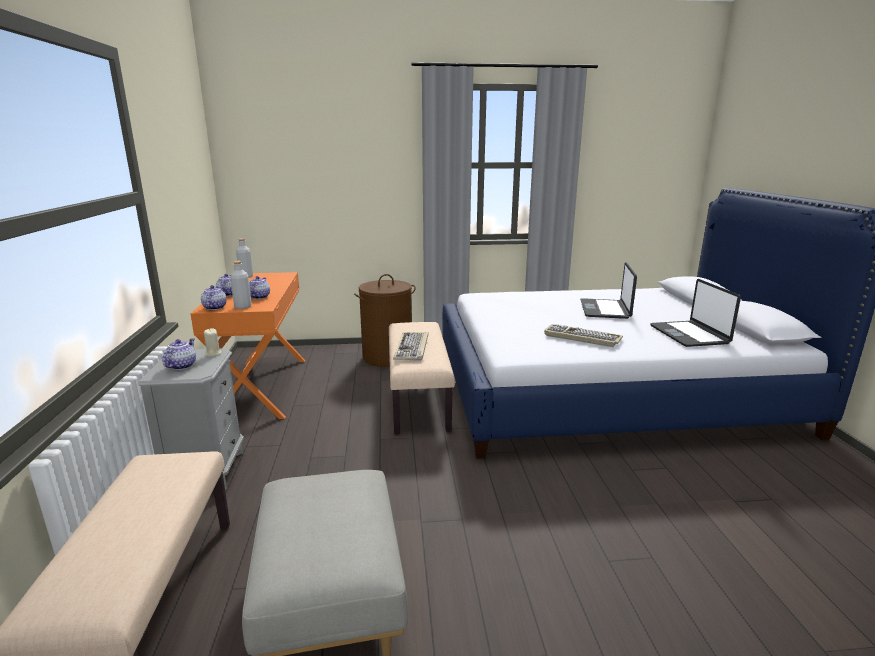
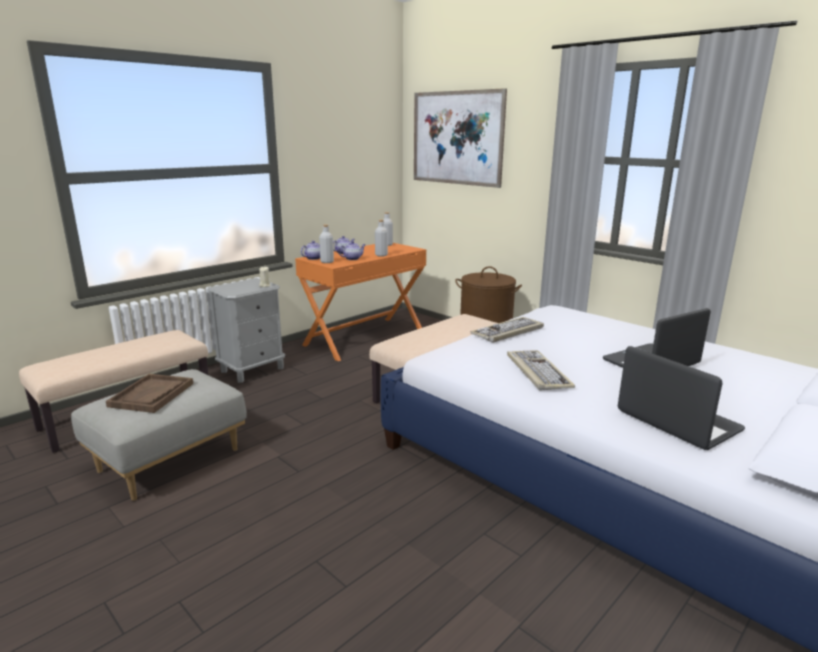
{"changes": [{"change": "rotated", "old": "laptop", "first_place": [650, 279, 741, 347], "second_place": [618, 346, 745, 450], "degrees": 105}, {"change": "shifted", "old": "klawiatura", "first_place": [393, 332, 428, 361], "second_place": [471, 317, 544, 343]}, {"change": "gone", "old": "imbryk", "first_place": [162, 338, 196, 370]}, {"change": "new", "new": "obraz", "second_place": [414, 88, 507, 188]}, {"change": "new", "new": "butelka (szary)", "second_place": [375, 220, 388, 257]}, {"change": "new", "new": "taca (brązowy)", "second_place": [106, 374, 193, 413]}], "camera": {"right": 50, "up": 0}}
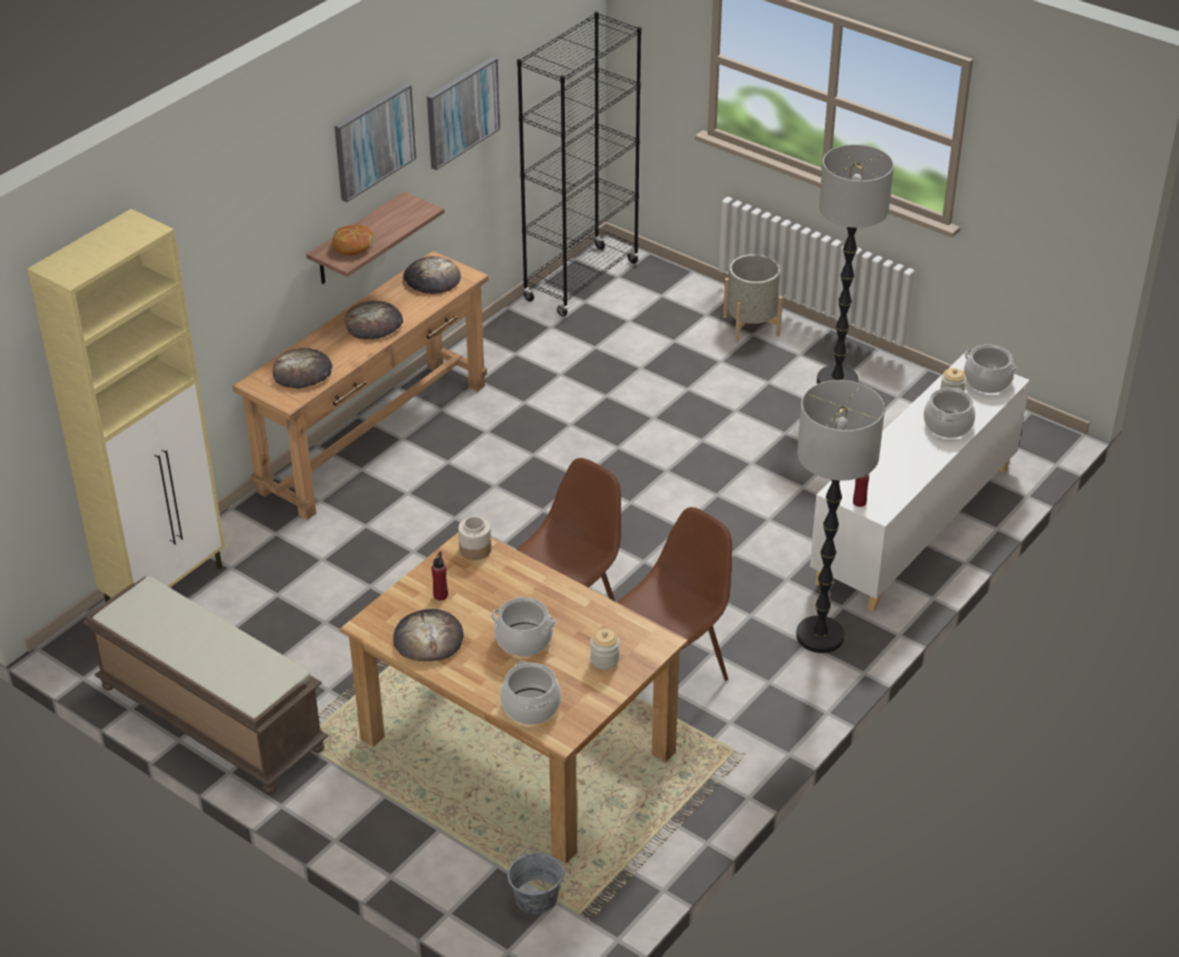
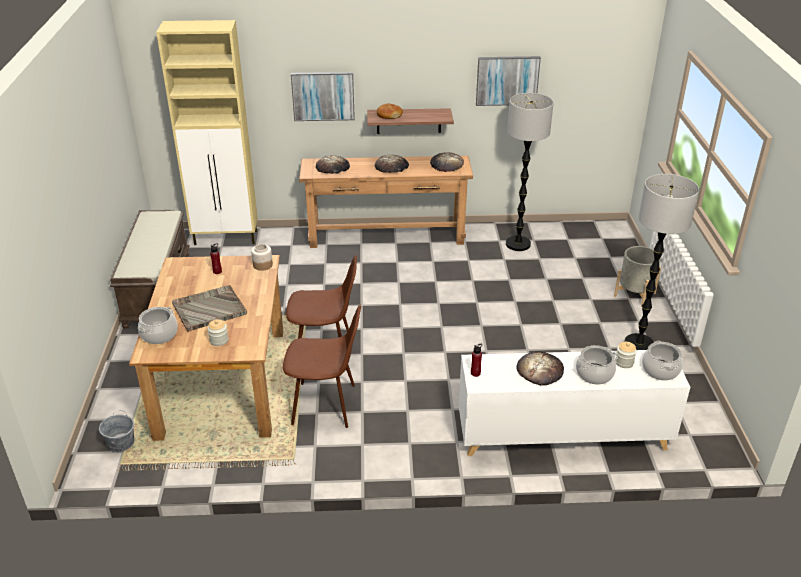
{"changes": [{"change": "gone", "old": "regał (czarny)", "first_place": [517, 12, 641, 316]}, {"change": "shifted", "old": "obraz", "first_place": [334, 83, 416, 202], "second_place": [291, 72, 355, 121]}, {"change": "shifted", "old": "lampa stojąca", "first_place": [796, 380, 885, 653], "second_place": [506, 93, 554, 251]}, {"change": "swapped", "old": "garnek", "new": "taca (szary)", "first_place": [491, 597, 556, 657], "second_place": [172, 285, 247, 332]}, {"change": "shifted", "old": "chleb", "first_place": [393, 609, 464, 661], "second_place": [516, 351, 564, 385]}], "camera": {"right": 50, "up": -5}}
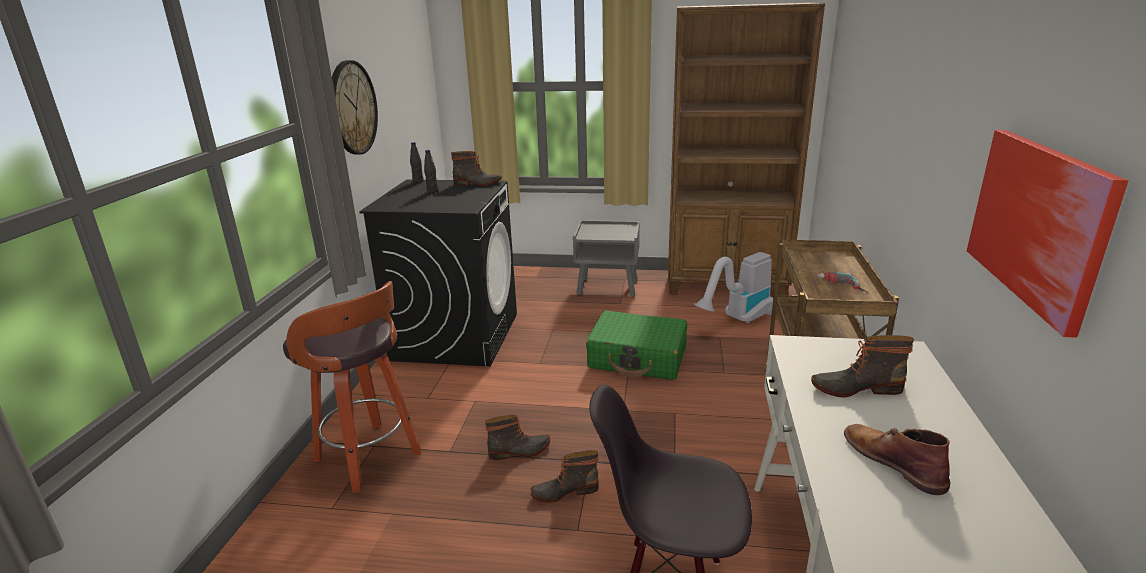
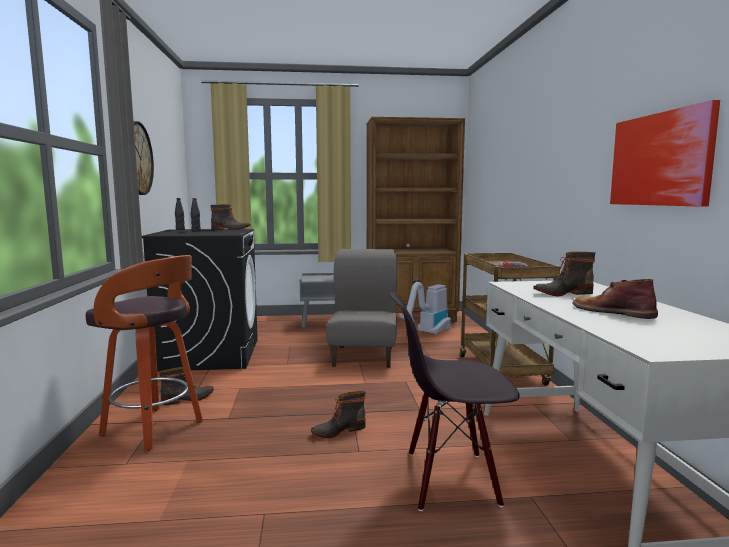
{"changes": [{"change": "swapped", "old": "walizka (zielony)", "new": "krzesło (szary)", "first_place": [586, 311, 687, 380], "second_place": [326, 249, 397, 368]}, {"change": "shifted", "old": "but z cholewką", "first_place": [485, 414, 550, 460], "second_place": [159, 367, 214, 405]}], "camera": {"right": -15, "up": -15}}
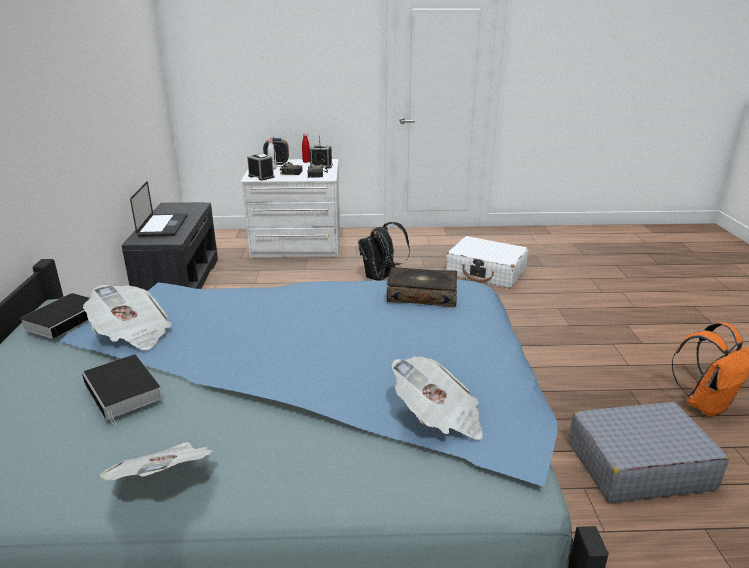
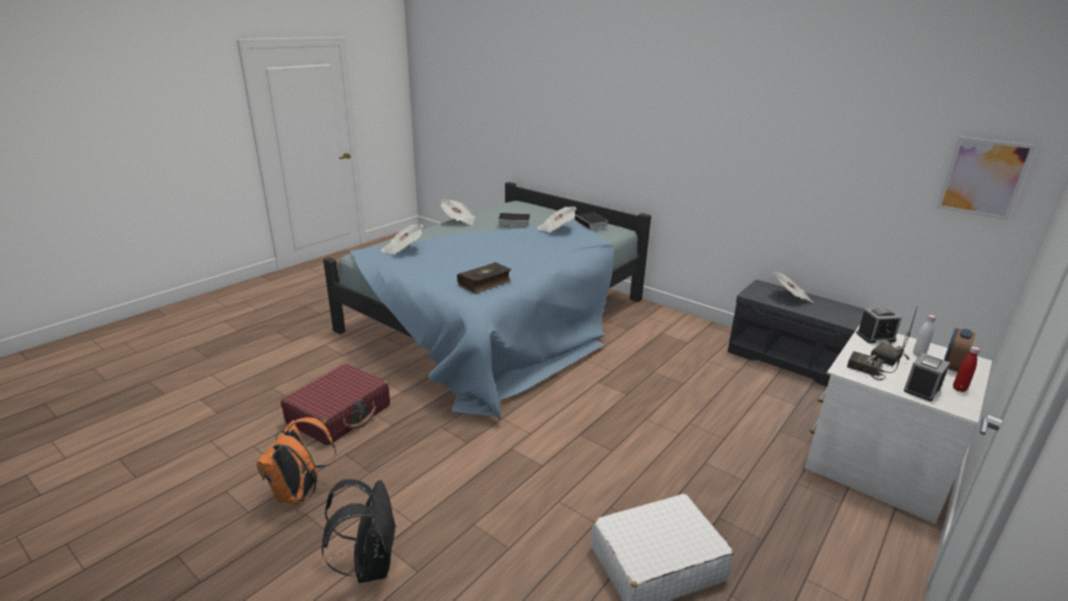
{"changes": [{"change": "swapped", "old": "laptop", "new": "gazeta", "first_place": [130, 181, 187, 237], "second_place": [772, 272, 814, 303]}, {"change": "shifted", "old": "plecak (czarny)", "first_place": [358, 222, 410, 281], "second_place": [321, 479, 395, 583]}, {"change": "repainted", "old": "walizka (szary)", "new": "walizka (czerwony)", "first_place": [568, 402, 729, 503], "second_place": [281, 364, 390, 445]}, {"change": "new", "new": "obraz", "second_place": [937, 136, 1036, 220]}], "camera": {"right": 130, "up": 0}}
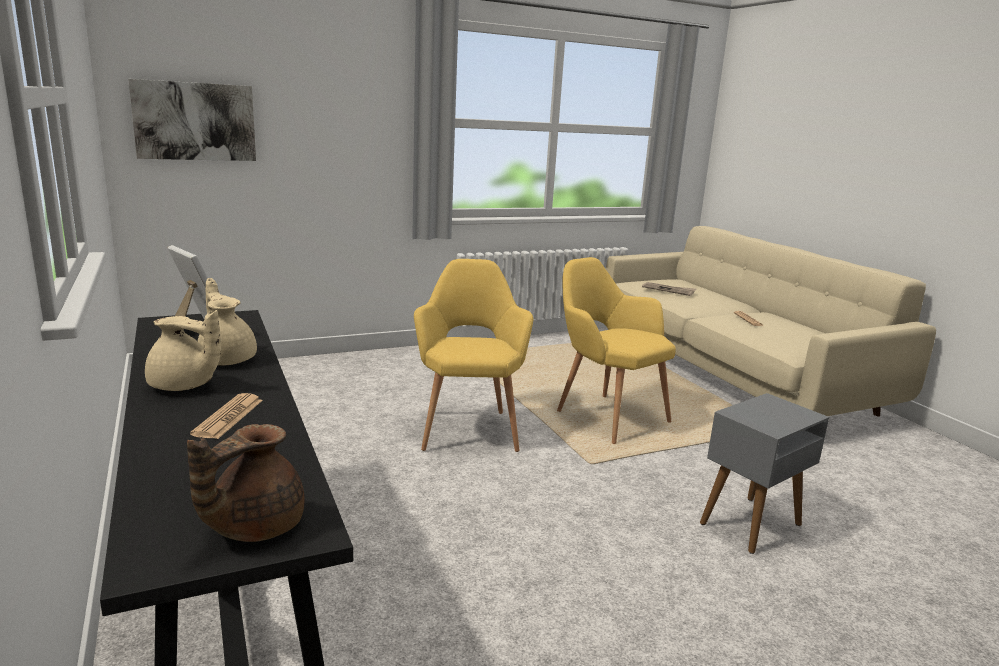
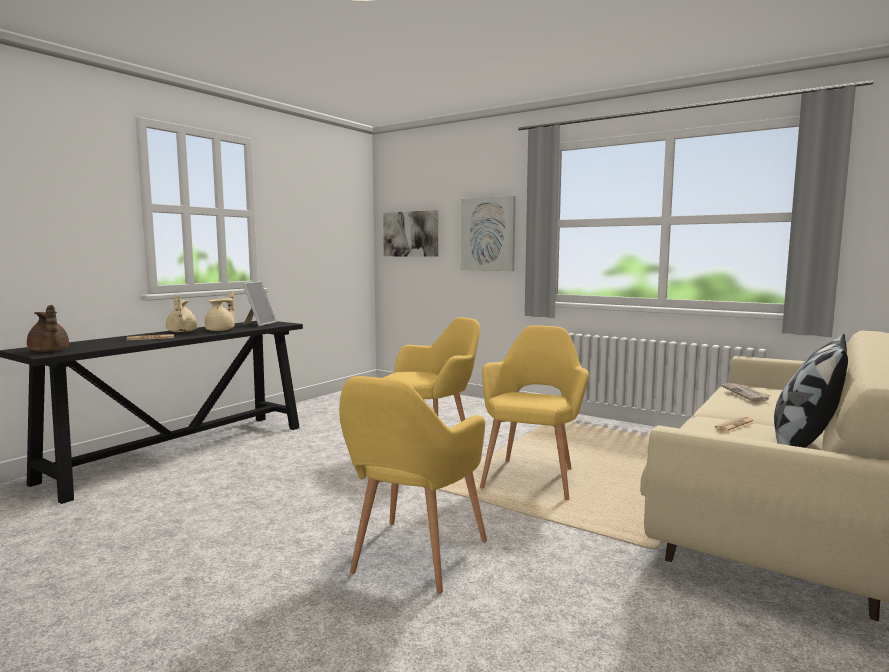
{"changes": [{"change": "swapped", "old": "stolik (szary)", "new": "fotel (żółty)", "first_place": [700, 393, 829, 554], "second_place": [339, 376, 487, 594]}, {"change": "rotated", "old": "imbryk (brązowy)", "first_place": [187, 424, 305, 542], "second_place": [27, 305, 69, 352], "degrees": -135}, {"change": "new", "new": "obraz", "second_place": [461, 196, 515, 271]}, {"change": "new", "new": "poduszka", "second_place": [774, 334, 848, 448]}], "camera": {"right": 60, "up": -10}}
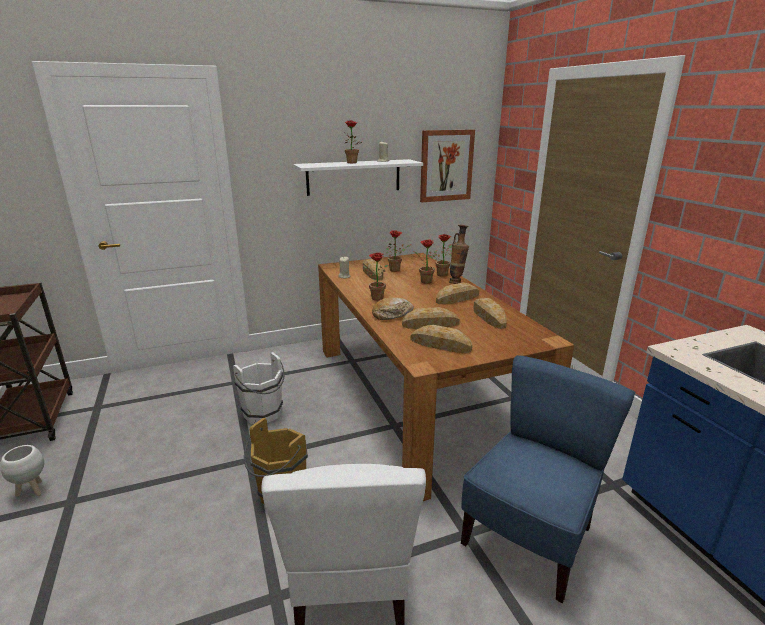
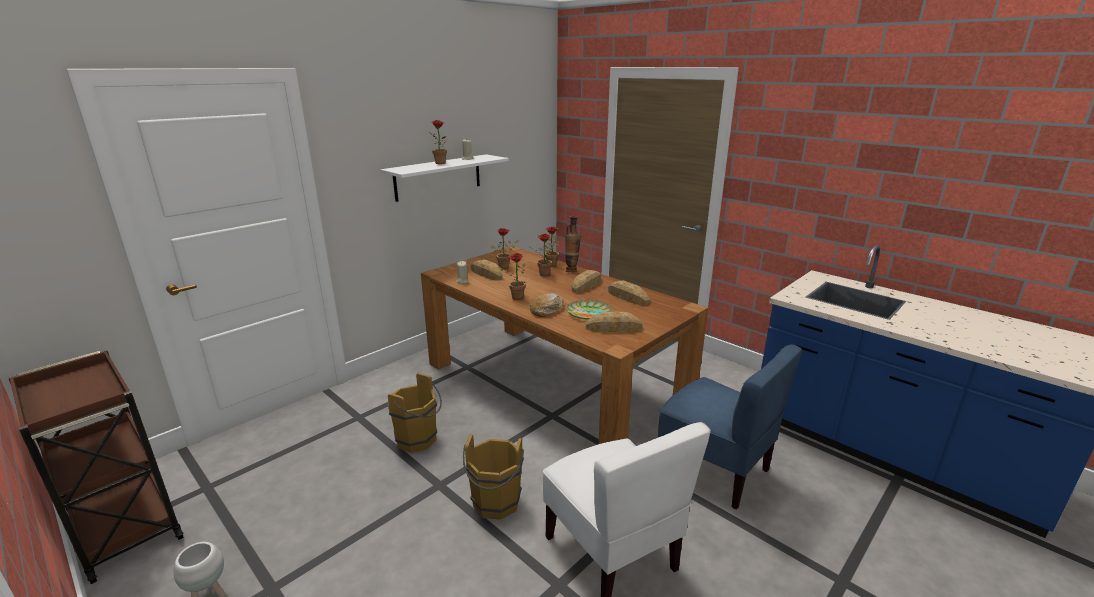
{"changes": [{"change": "gone", "old": "obraz", "first_place": [420, 130, 475, 202]}, {"change": "swapped", "old": "chleb", "new": "talerz", "first_place": [402, 307, 460, 329], "second_place": [566, 300, 611, 320]}, {"change": "repainted", "old": "wiadro (biały)", "new": "wiadro (brązowy)", "first_place": [233, 352, 285, 424], "second_place": [388, 373, 442, 453]}, {"change": "rotated", "old": "krzesło (niebieski)", "first_place": [461, 355, 635, 603], "second_place": [658, 344, 802, 510], "degrees": 120}], "camera": {"right": -25, "up": 0}}
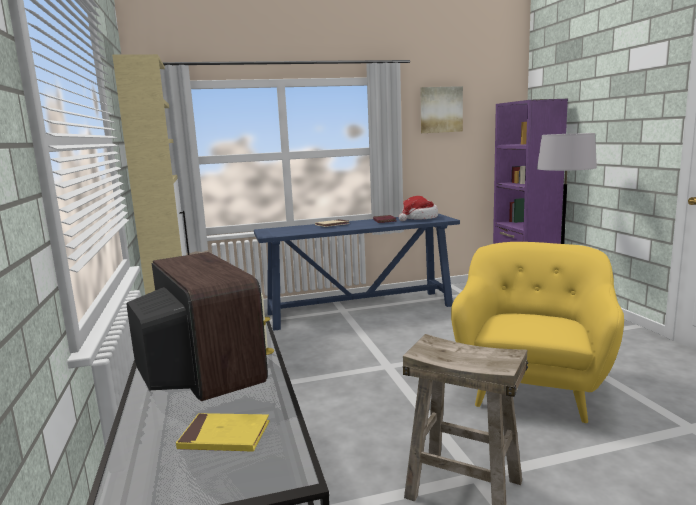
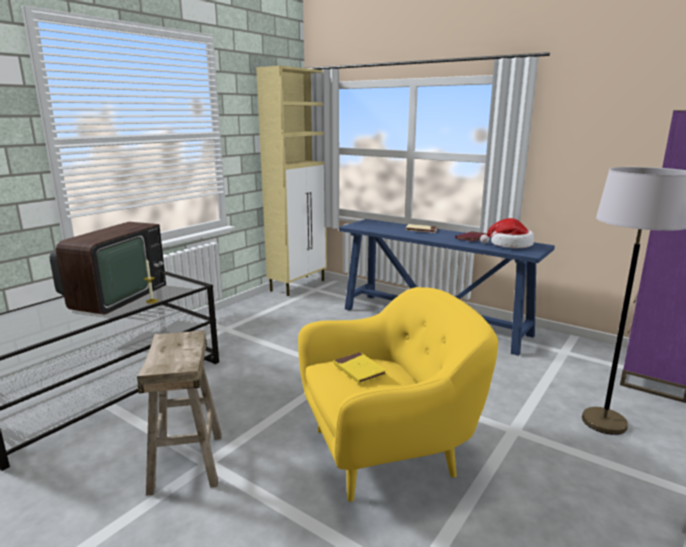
{"changes": [{"change": "gone", "old": "obraz", "first_place": [421, 86, 463, 133]}, {"change": "shifted", "old": "książka (żółty)", "first_place": [176, 413, 270, 452], "second_place": [334, 352, 387, 384]}], "camera": {"right": 50, "up": 5}}
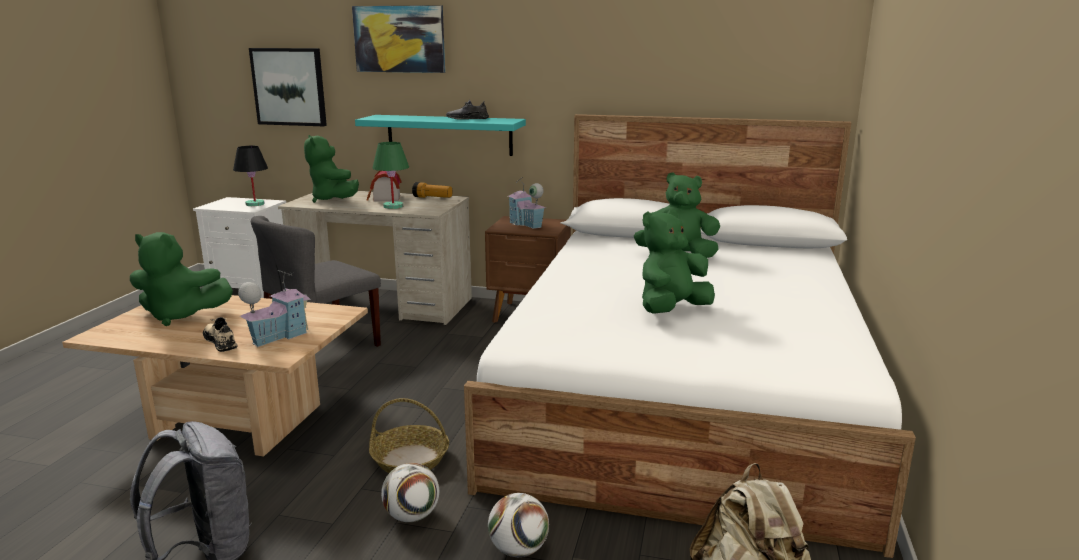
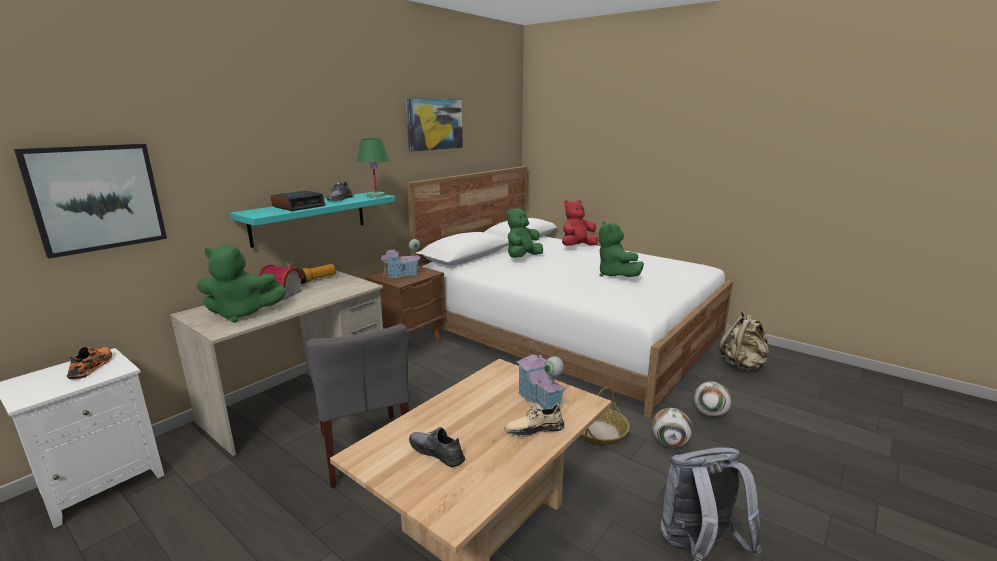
{"changes": [{"change": "shifted", "old": "obraz", "first_place": [352, 5, 445, 73], "second_place": [406, 98, 463, 152]}, {"change": "shifted", "old": "lampa stołowa (zielony)", "first_place": [372, 142, 409, 209], "second_place": [357, 138, 390, 197]}, {"change": "swapped", "old": "lampa stołowa (czarny)", "new": "but (pomarańczowy)", "first_place": [233, 146, 268, 206], "second_place": [67, 347, 112, 379]}, {"change": "swapped", "old": "pluszak (zielony)", "new": "but (szary)", "first_place": [130, 232, 233, 326], "second_place": [409, 427, 465, 467]}, {"change": "new", "new": "budzik", "second_place": [271, 191, 325, 211]}, {"change": "new", "new": "pluszak (czerwony)", "second_place": [562, 200, 598, 246]}], "camera": {"right": -65, "up": 0}}
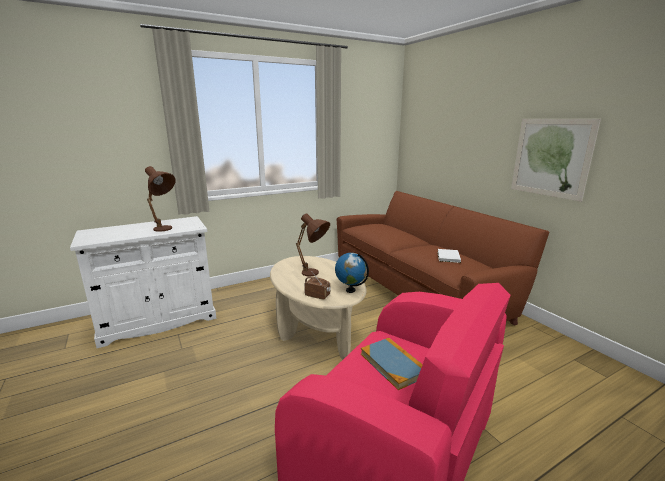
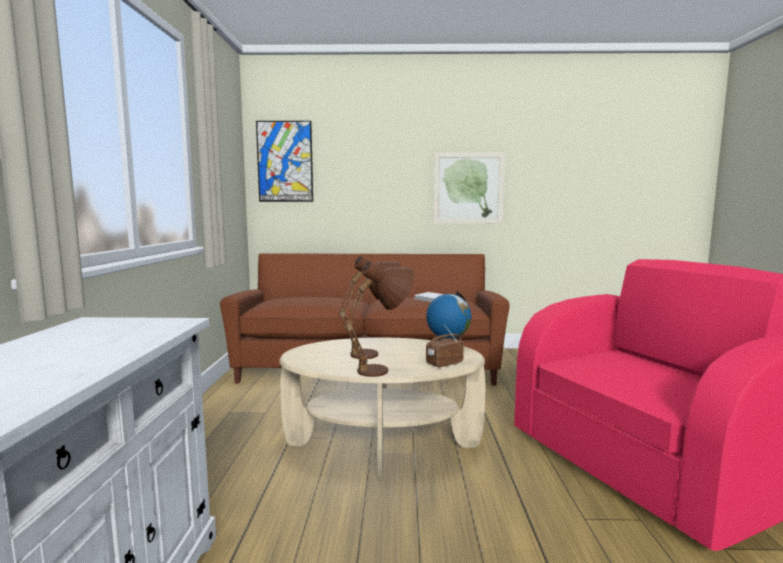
{"changes": [{"change": "shifted", "old": "lampa stołowa (brązowy)", "first_place": [145, 166, 176, 232], "second_place": [345, 262, 415, 377]}, {"change": "gone", "old": "książka", "first_place": [361, 338, 423, 390]}, {"change": "new", "new": "obraz", "second_place": [256, 121, 313, 202]}], "camera": {"right": -60, "up": -10}}
